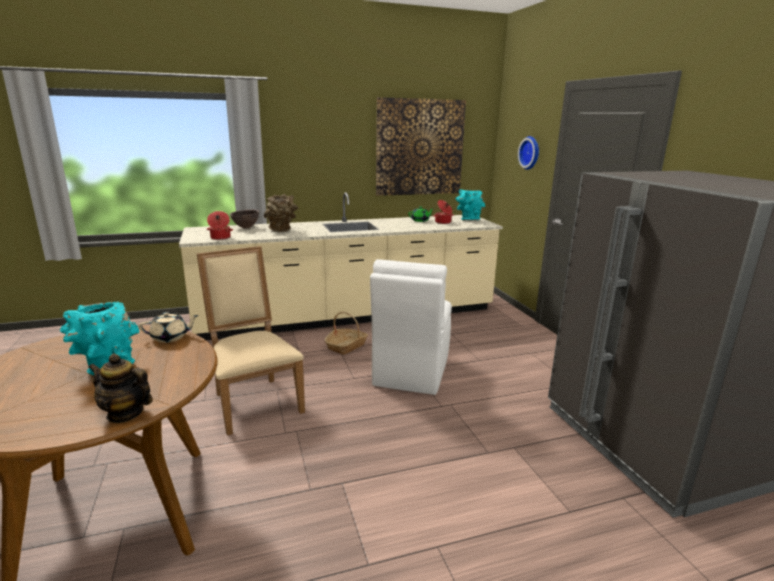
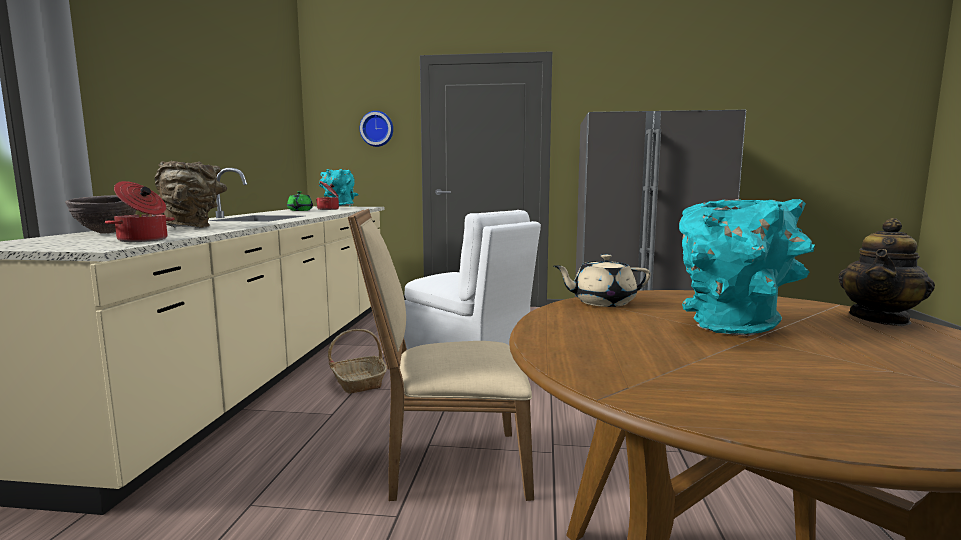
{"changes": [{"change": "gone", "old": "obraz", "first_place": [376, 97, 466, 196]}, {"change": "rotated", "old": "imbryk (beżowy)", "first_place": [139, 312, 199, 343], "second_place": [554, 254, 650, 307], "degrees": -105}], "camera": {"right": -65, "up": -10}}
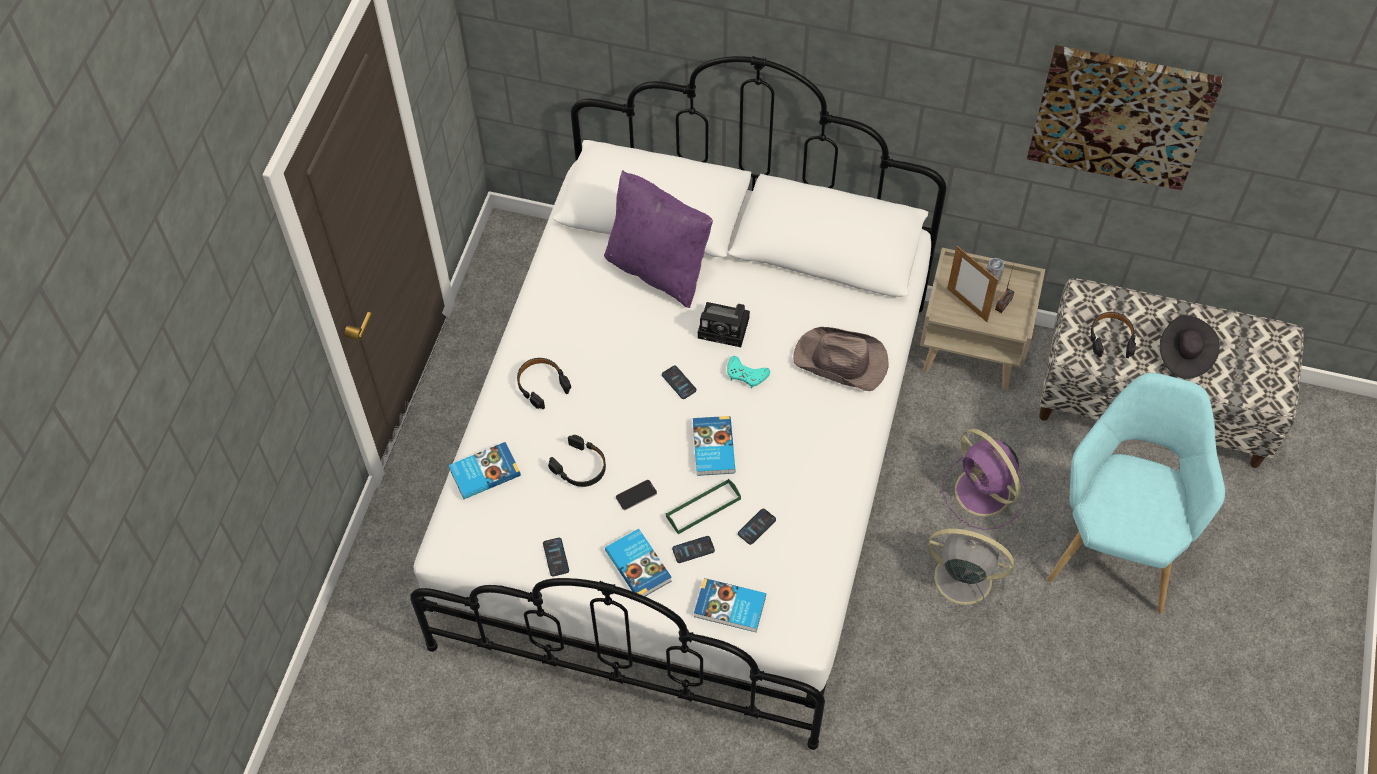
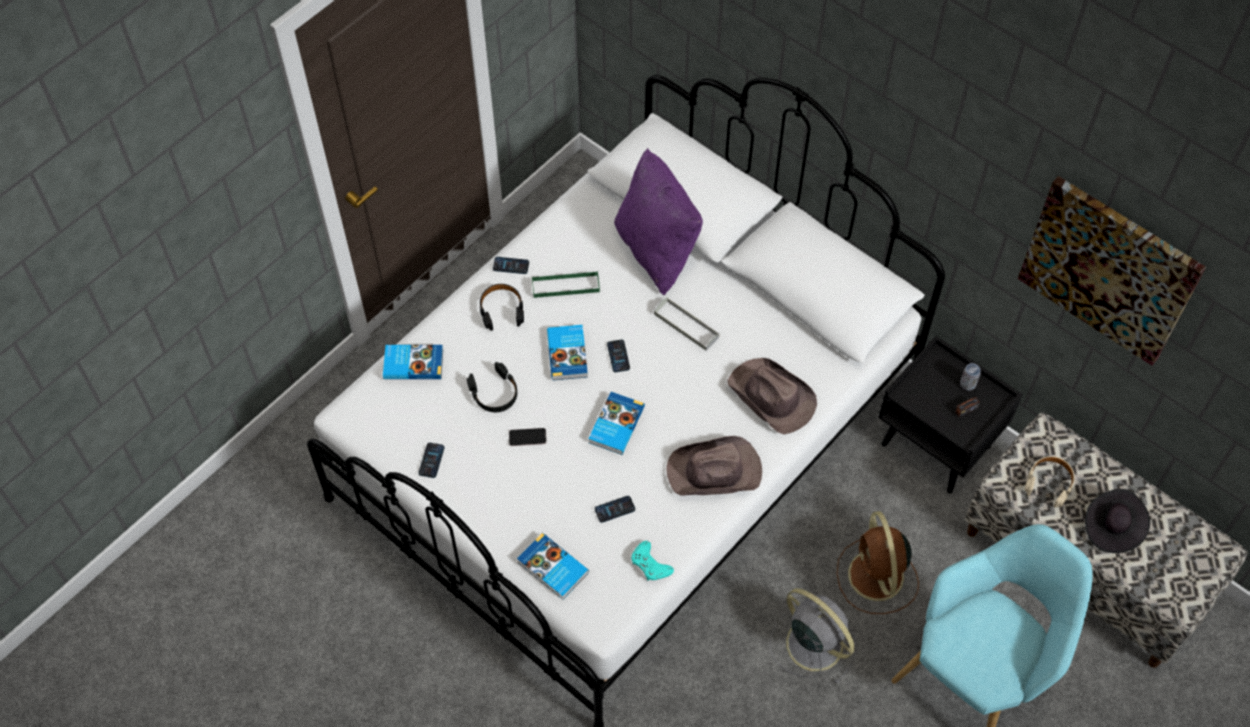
{"changes": [{"change": "gone", "old": "ramka na zdjęcie", "first_place": [947, 246, 998, 322]}, {"change": "repainted", "old": "szafka nocna (beżowy)", "new": "szafka nocna (czarny)", "first_place": [920, 248, 1045, 390], "second_place": [878, 336, 1023, 493]}, {"change": "swapped", "old": "aparat fotograficzny", "new": "taca (szary)", "first_place": [698, 302, 750, 347], "second_place": [654, 297, 720, 351]}, {"change": "repainted", "old": "słuchawki (czarny)", "new": "słuchawki (beżowy)", "first_place": [1090, 312, 1136, 358], "second_place": [1024, 456, 1075, 508]}, {"change": "shifted", "old": "pad do gier (turkusowy)", "first_place": [727, 356, 770, 388], "second_place": [631, 541, 674, 581]}, {"change": "repainted", "old": "wentylator (fioletowy)", "new": "wentylator (brązowy)", "first_place": [942, 429, 1028, 530], "second_place": [837, 511, 919, 614]}, {"change": "shifted", "old": "taca (zielony)", "first_place": [666, 479, 741, 534], "second_place": [532, 271, 600, 298]}, {"change": "shifted", "old": "książka", "first_place": [605, 529, 672, 596], "second_place": [547, 325, 588, 380]}, {"change": "shifted", "old": "telefon", "first_place": [672, 536, 715, 563], "second_place": [493, 257, 529, 274]}, {"change": "new", "new": "kapelusz (brązowy)", "second_place": [666, 436, 762, 496]}], "camera": {"right": 25, "up": 0}}
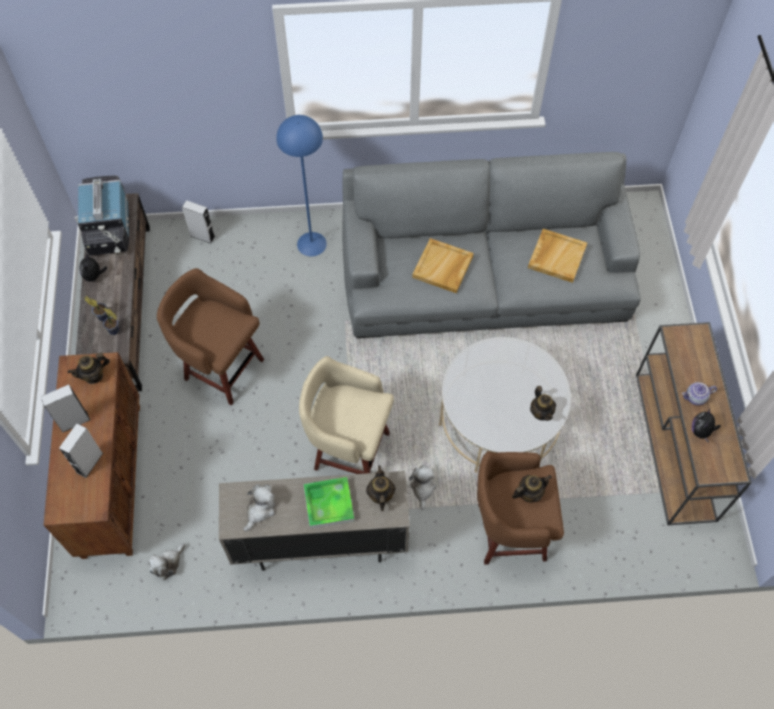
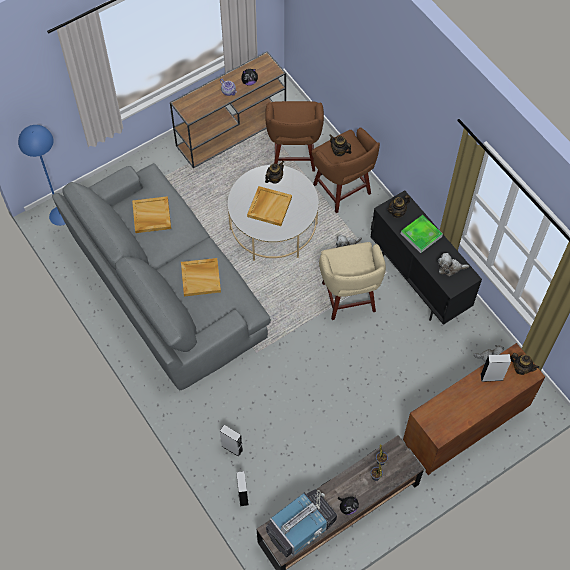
{"changes": [{"change": "shifted", "old": "lampa stojąca (niebieski)", "first_place": [276, 115, 327, 256], "second_place": [18, 125, 65, 226]}, {"change": "shifted", "old": "stołek (brązowy)", "first_place": [157, 268, 264, 405], "second_place": [265, 101, 324, 172]}, {"change": "shifted", "old": "imbryk", "first_place": [68, 353, 110, 384], "second_place": [510, 353, 539, 375]}, {"change": "shifted", "old": "głośnik (szary)", "first_place": [41, 384, 90, 433], "second_place": [220, 425, 243, 457]}, {"change": "repainted", "old": "szafka (beżowy)", "new": "szafka (czarny)", "first_place": [219, 471, 410, 571], "second_place": [370, 190, 482, 325]}, {"change": "new", "new": "taca (beżowy)", "second_place": [247, 186, 292, 226]}], "camera": {"right": -120, "up": 0}}
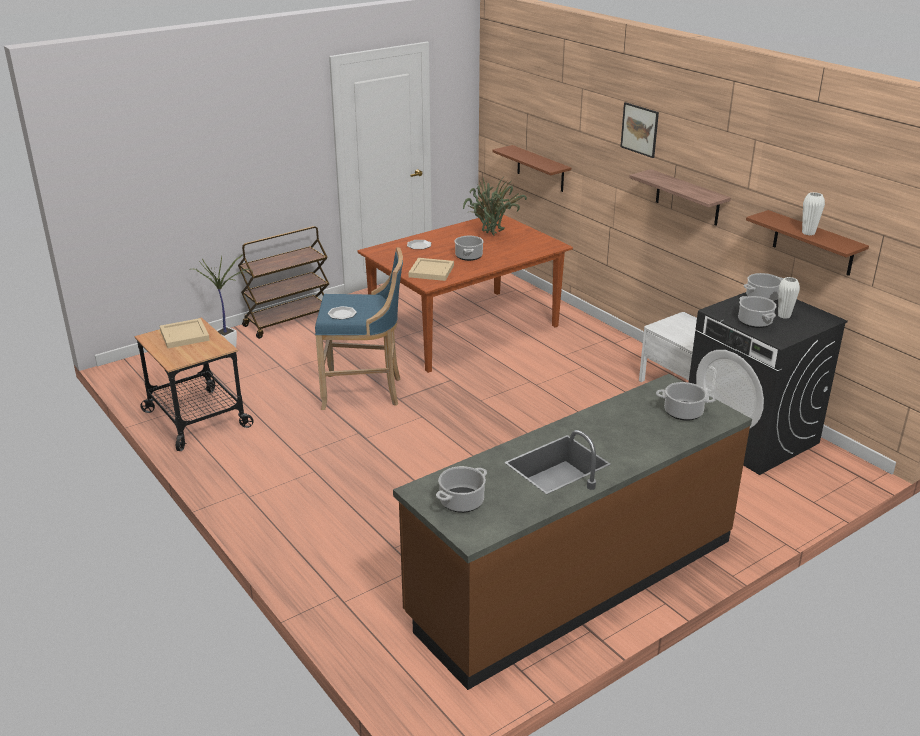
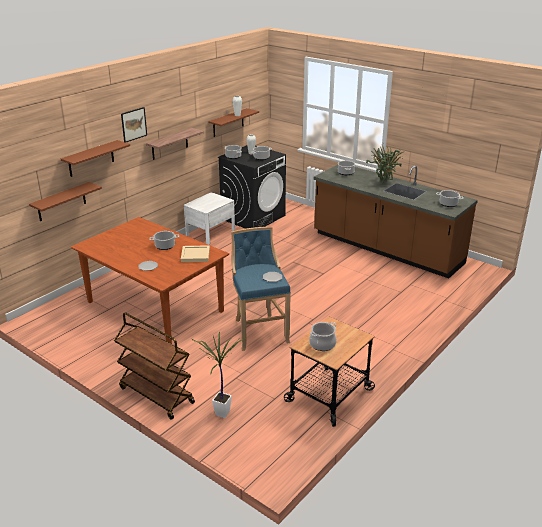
{"changes": [{"change": "shifted", "old": "roślina doniczkowa", "first_place": [463, 176, 527, 236], "second_place": [366, 145, 403, 184]}, {"change": "swapped", "old": "taca (beżowy)", "new": "garnek", "first_place": [160, 318, 210, 348], "second_place": [309, 322, 337, 351]}, {"change": "new", "new": "półka (brązowy)", "second_place": [61, 140, 130, 177]}], "camera": {"right": -105, "up": 0}}
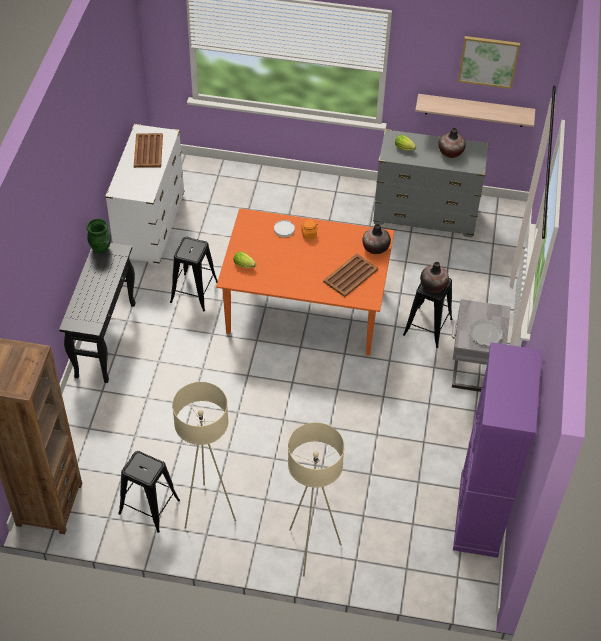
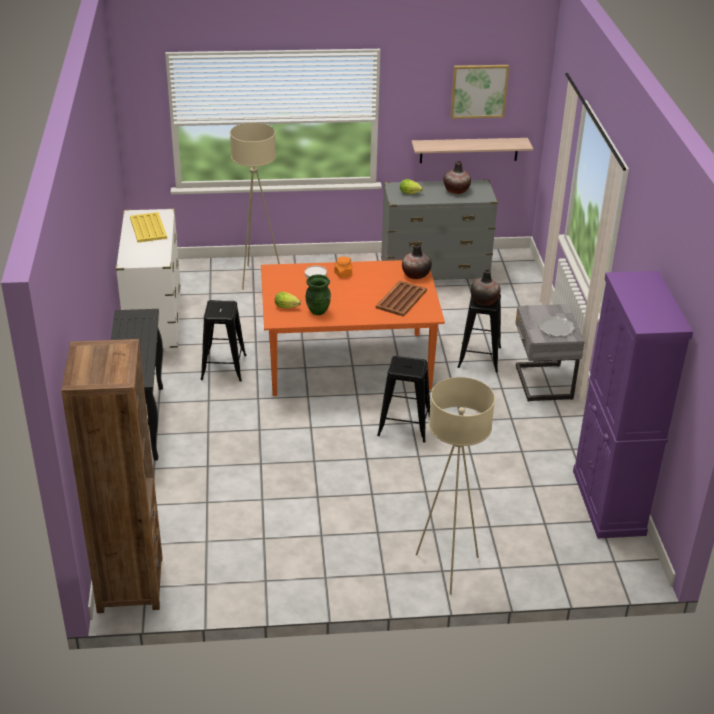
{"changes": [{"change": "repainted", "old": "taca (brązowy)", "new": "taca (żółty)", "first_place": [134, 133, 163, 168], "second_place": [130, 212, 167, 243]}, {"change": "shifted", "old": "wazon (zielony)", "first_place": [87, 218, 111, 253], "second_place": [305, 275, 331, 315]}, {"change": "shifted", "old": "lampa stojąca (beżowy)", "first_place": [172, 382, 236, 529], "second_place": [230, 122, 280, 290]}, {"change": "shifted", "old": "stołek (czarny)", "first_place": [118, 451, 180, 533], "second_place": [377, 356, 430, 442]}], "camera": {"right": -15, "up": -15}}
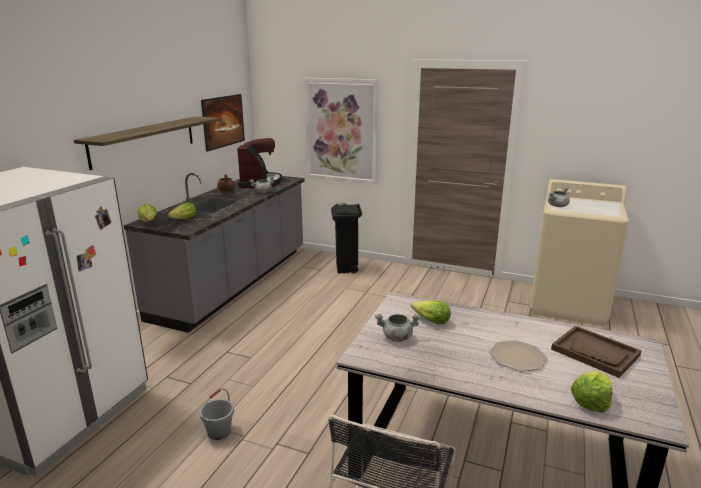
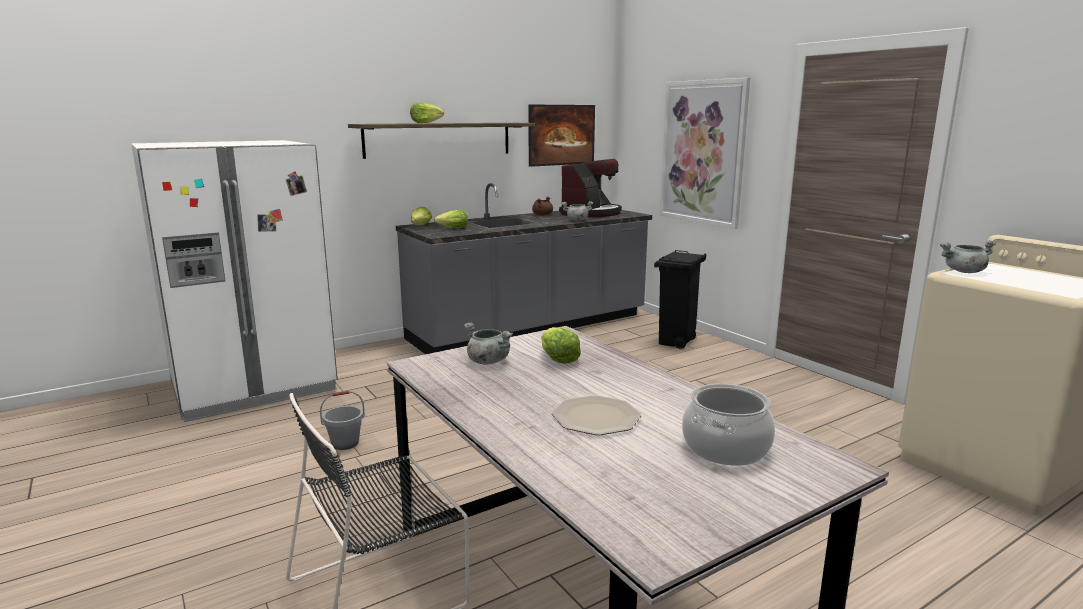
{"changes": [{"change": "swapped", "old": "taca (brązowy)", "new": "garnek", "first_place": [551, 326, 642, 378], "second_place": [682, 384, 775, 466]}, {"change": "shifted", "old": "sałata", "first_place": [571, 371, 613, 413], "second_place": [410, 103, 444, 123]}], "camera": {"right": 35, "up": -5}}
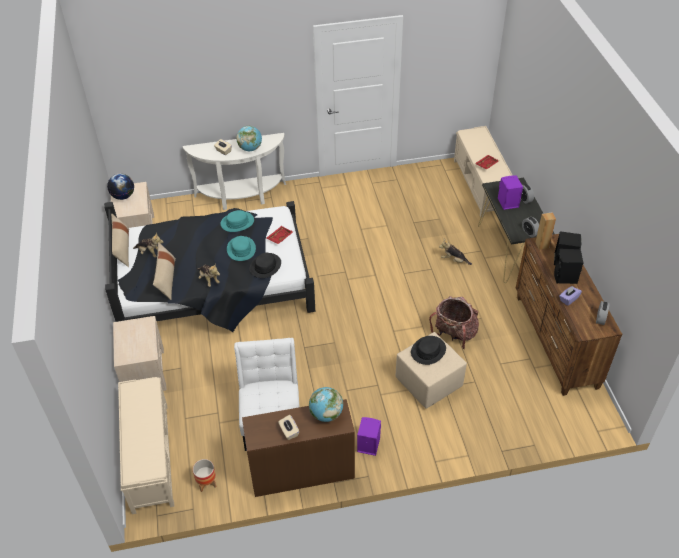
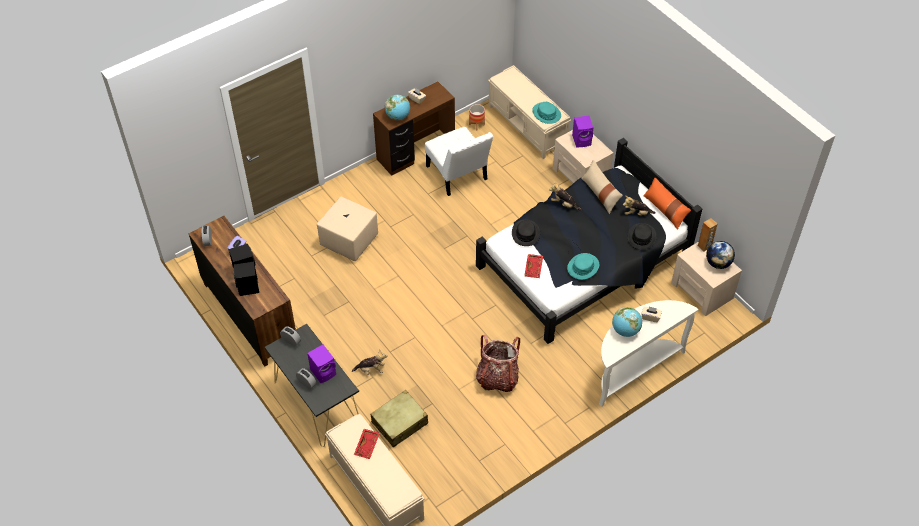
{"changes": [{"change": "shifted", "old": "głośnik (brązowy)", "first_place": [535, 212, 556, 250], "second_place": [698, 218, 718, 251]}, {"change": "repainted", "old": "poduszka (beżowy)", "new": "poduszka (pomarańczowy)", "first_place": [111, 213, 129, 267], "second_place": [643, 177, 691, 230]}, {"change": "shifted", "old": "kapelusz (turkusowy)", "first_place": [227, 236, 256, 261], "second_place": [532, 102, 561, 124]}, {"change": "shifted", "old": "plecak", "first_place": [429, 296, 479, 350], "second_place": [476, 335, 520, 392]}, {"change": "shifted", "old": "kapelusz (czarny)", "first_place": [411, 336, 446, 365], "second_place": [628, 223, 657, 250]}, {"change": "shifted", "old": "głośnik (fioletowy)", "first_place": [357, 417, 381, 456], "second_place": [572, 116, 594, 147]}, {"change": "new", "new": "walizka (beżowy)", "second_place": [371, 390, 428, 448]}], "camera": {"right": 155, "up": 5}}
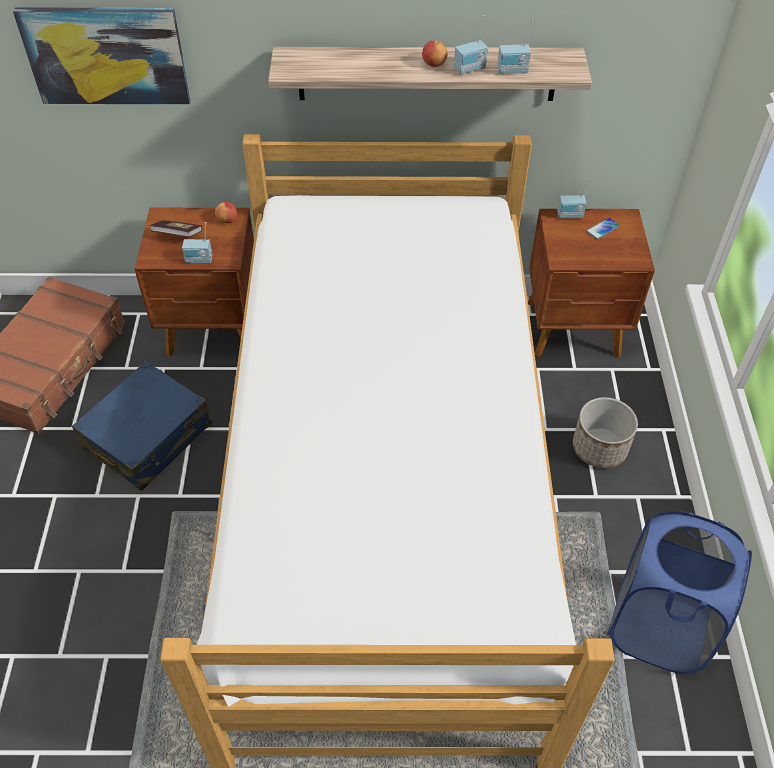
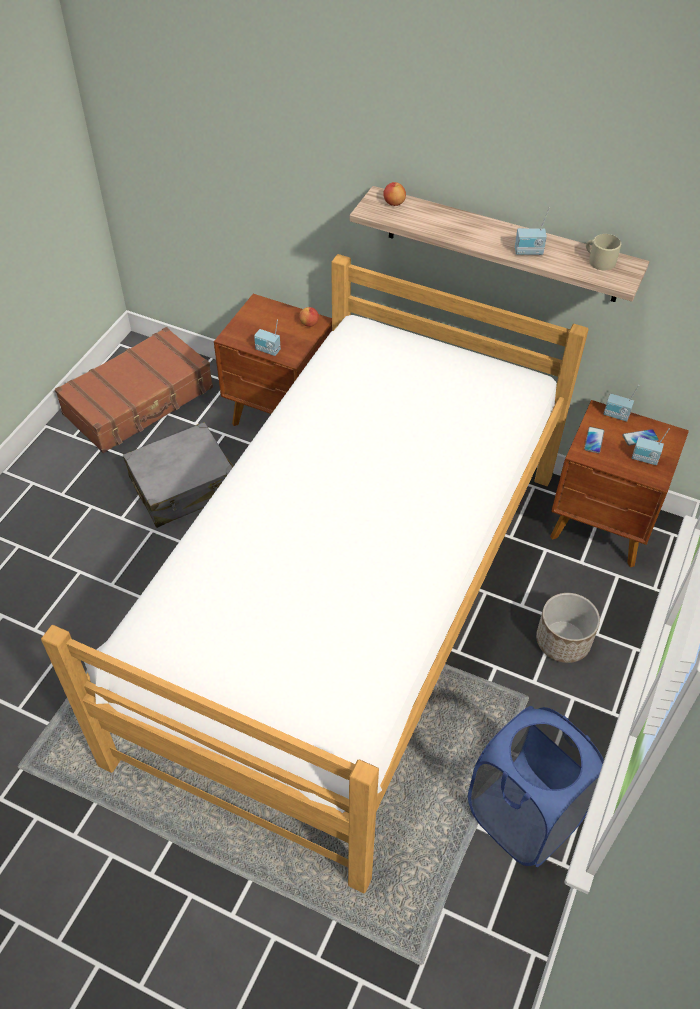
{"changes": [{"change": "gone", "old": "obraz", "first_place": [13, 7, 191, 104]}, {"change": "shifted", "old": "radio", "first_place": [497, 19, 533, 74], "second_place": [632, 428, 670, 465]}, {"change": "shifted", "old": "jabłko", "first_place": [422, 40, 447, 67], "second_place": [383, 182, 406, 206]}, {"change": "gone", "old": "książka", "first_place": [150, 220, 202, 237]}, {"change": "repainted", "old": "walizka (niebieski)", "new": "walizka (szary)", "first_place": [72, 361, 212, 491], "second_place": [123, 422, 234, 528]}, {"change": "new", "new": "kubek (beżowy)", "second_place": [586, 234, 621, 270]}, {"change": "new", "new": "telefon", "second_place": [584, 427, 604, 453]}], "camera": {"right": 25, "up": 0}}
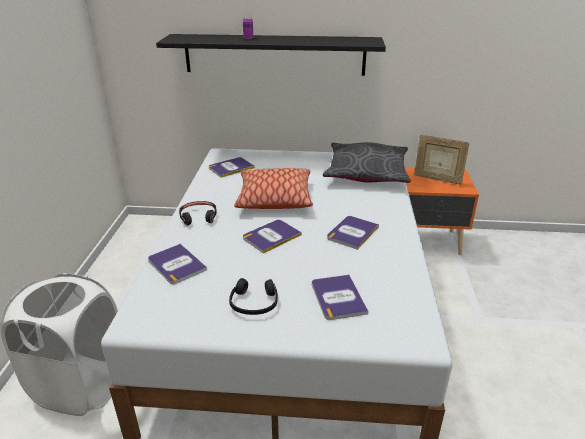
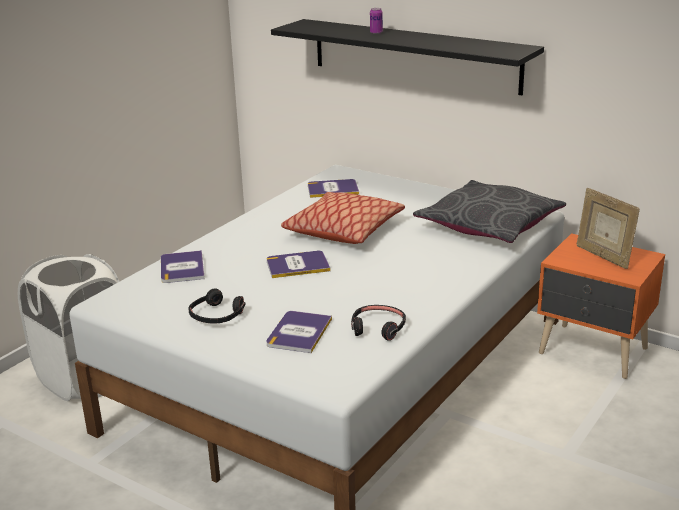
{"changes": [{"change": "shifted", "old": "słuchawki (czarny)", "first_place": [179, 201, 217, 226], "second_place": [351, 305, 406, 341]}, {"change": "gone", "old": "książka", "first_place": [327, 216, 379, 250]}], "camera": {"right": 30, "up": -5}}
